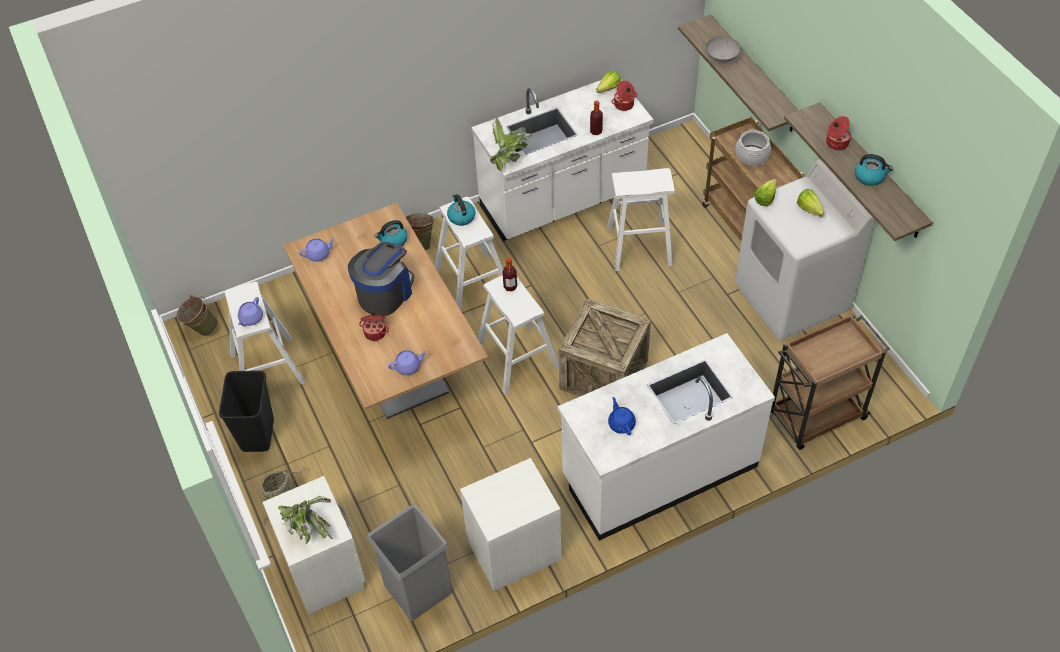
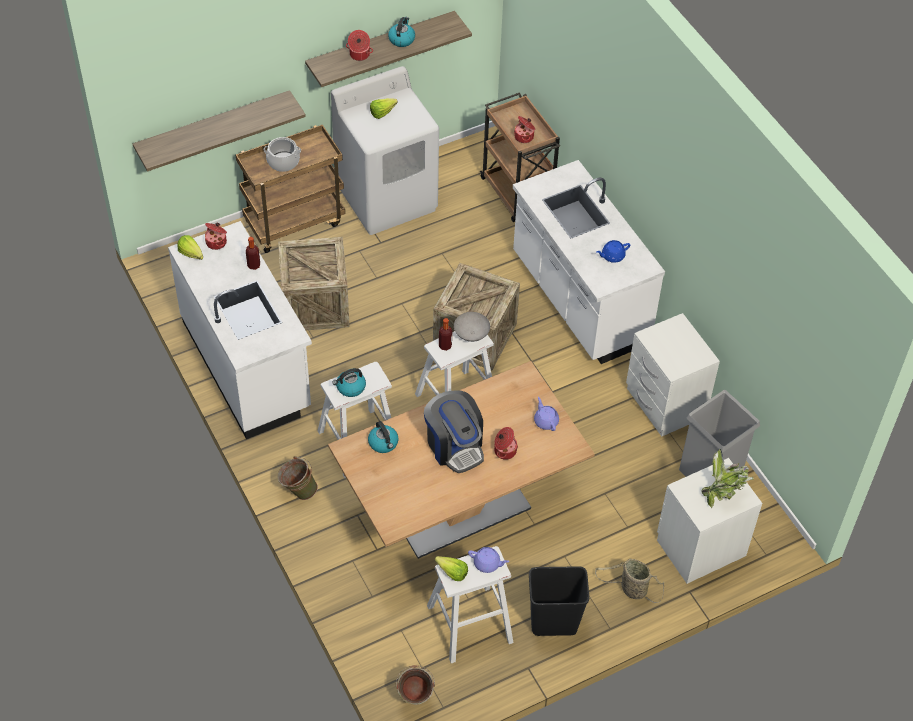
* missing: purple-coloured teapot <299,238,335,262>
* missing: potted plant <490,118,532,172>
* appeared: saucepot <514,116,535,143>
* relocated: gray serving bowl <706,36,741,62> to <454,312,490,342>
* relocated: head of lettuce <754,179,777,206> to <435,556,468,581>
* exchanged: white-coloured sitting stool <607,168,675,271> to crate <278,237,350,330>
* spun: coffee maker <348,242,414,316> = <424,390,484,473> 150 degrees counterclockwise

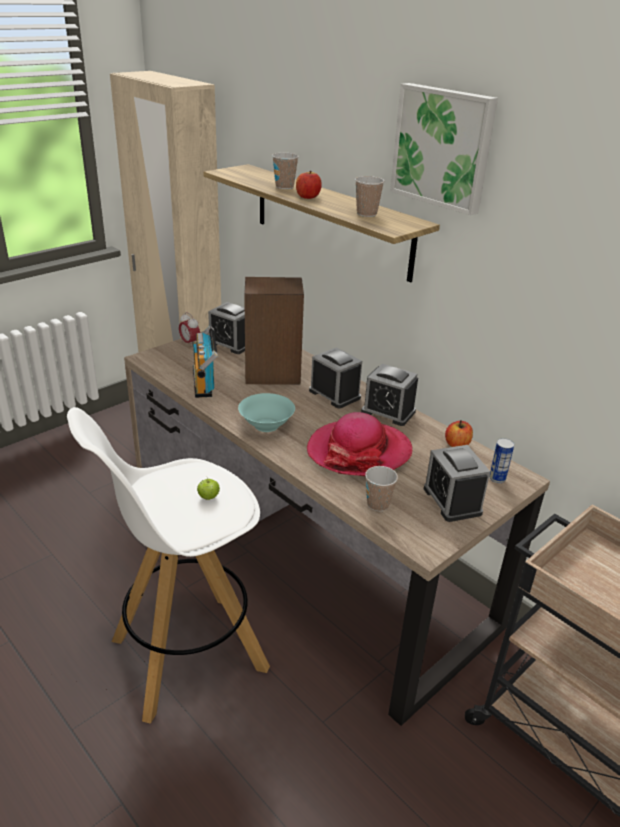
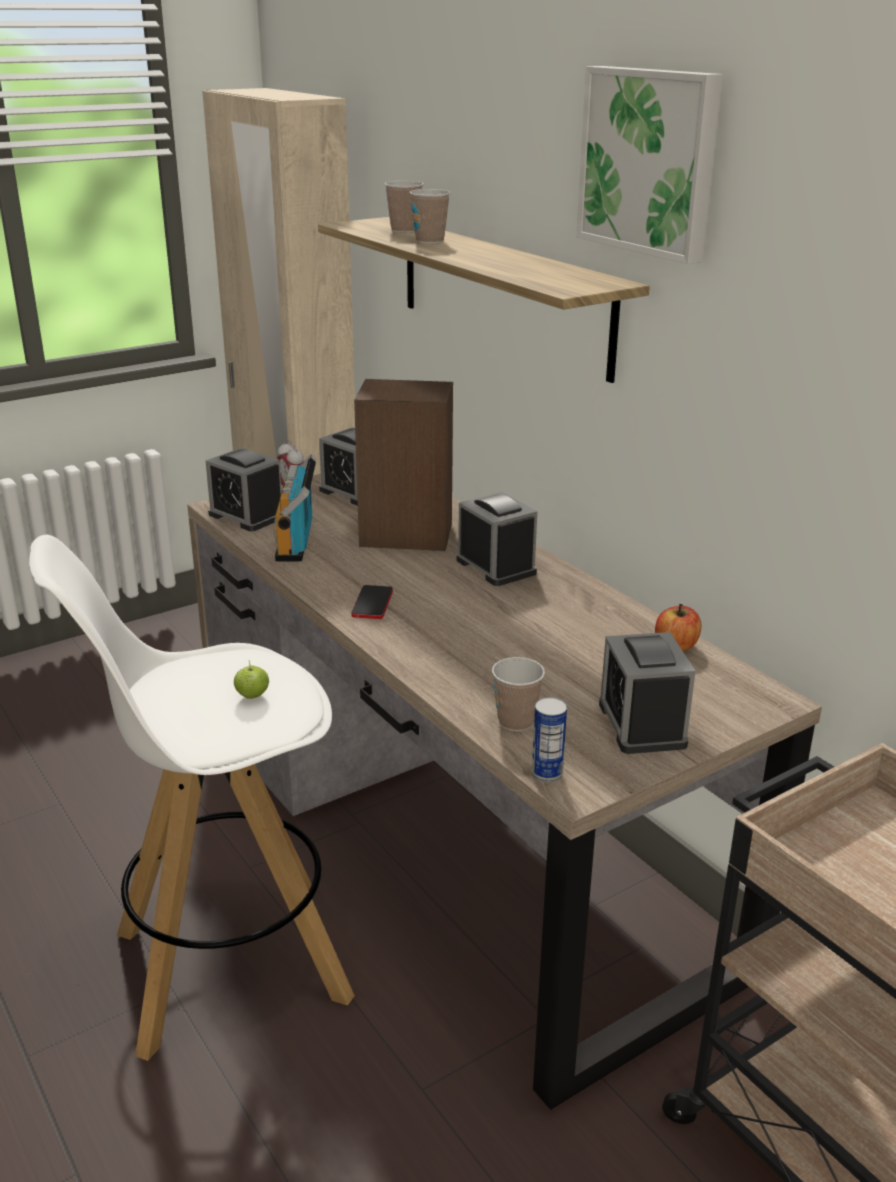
* missing: whole apple <296,171,322,199>
* missing: wearable hat <307,412,412,476>
* relocated: drinking cup <355,176,385,217> to <385,181,424,233>
* relocated: bedside clock <361,364,418,426> to <206,448,281,531>
* relocated: can <489,438,514,483> to <532,697,567,782>
* exchanged: turquoise serving bowl <238,393,295,432> to phone <351,585,393,619>

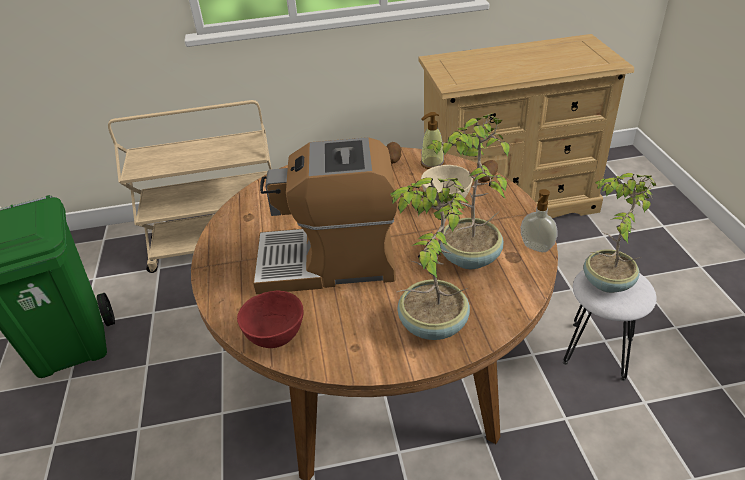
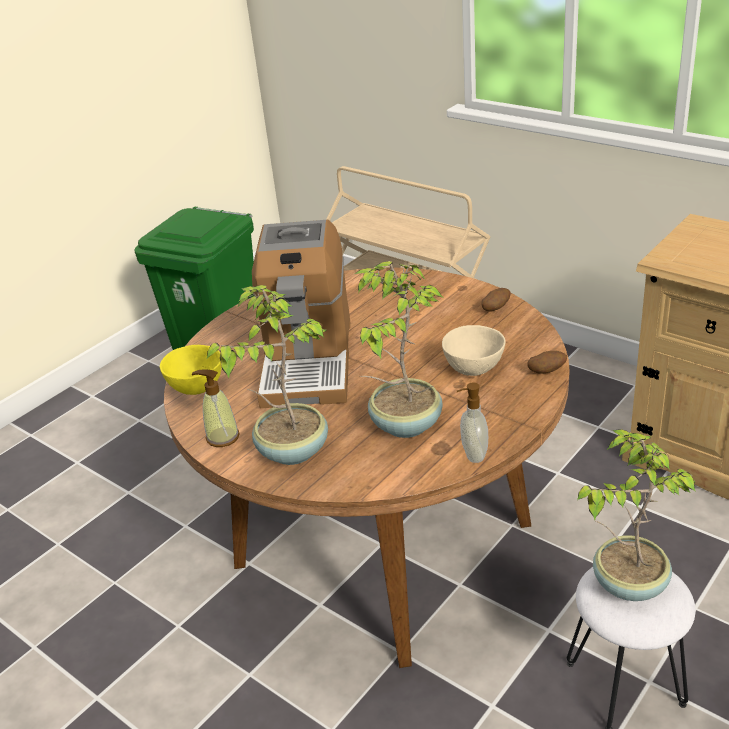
* relocated: soap dispenser <421,112,444,169> to <191,370,240,447>
* colour: red serving bowl <237,291,304,348> to yellow-coloured serving bowl <160,345,222,395>
* spun: coffee maker <253,137,398,294> = <252,220,350,408> 135 degrees counterclockwise

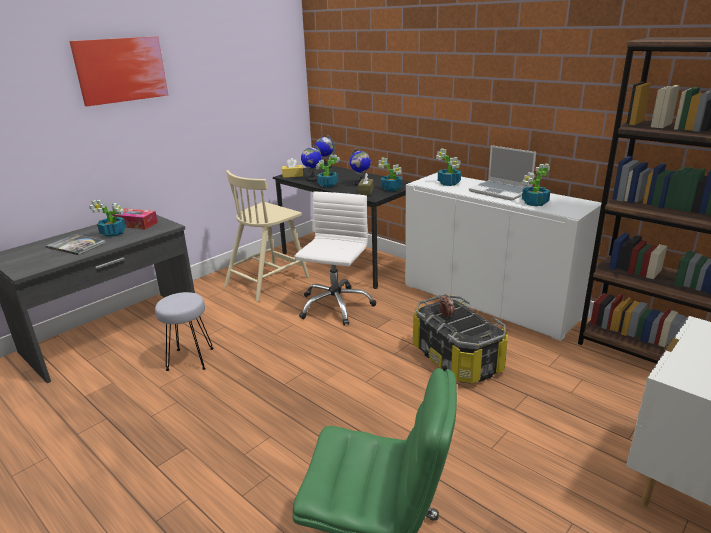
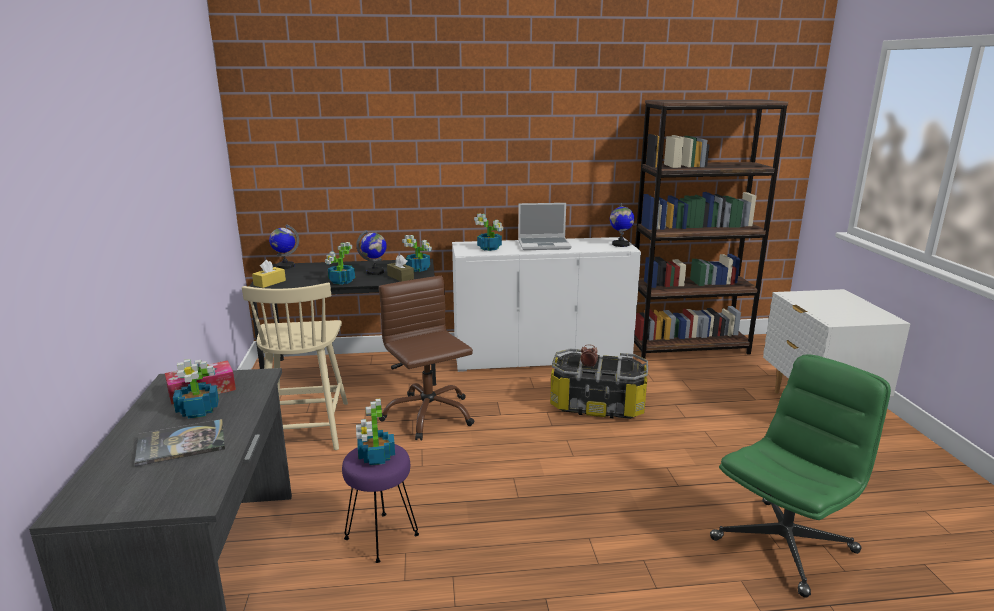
* missing: wall art <69,36,168,106>
* relocated: globe <301,144,321,182> to <610,203,634,247>
* relocated: potted plant <522,163,550,207> to <356,398,395,465>
* colour: gray sitting stool <155,292,214,371> to purple-coloured sitting stool <342,444,419,563>
* colour: white-coloured office chair <294,192,376,325> to brown-coloured office chair <379,276,474,440>

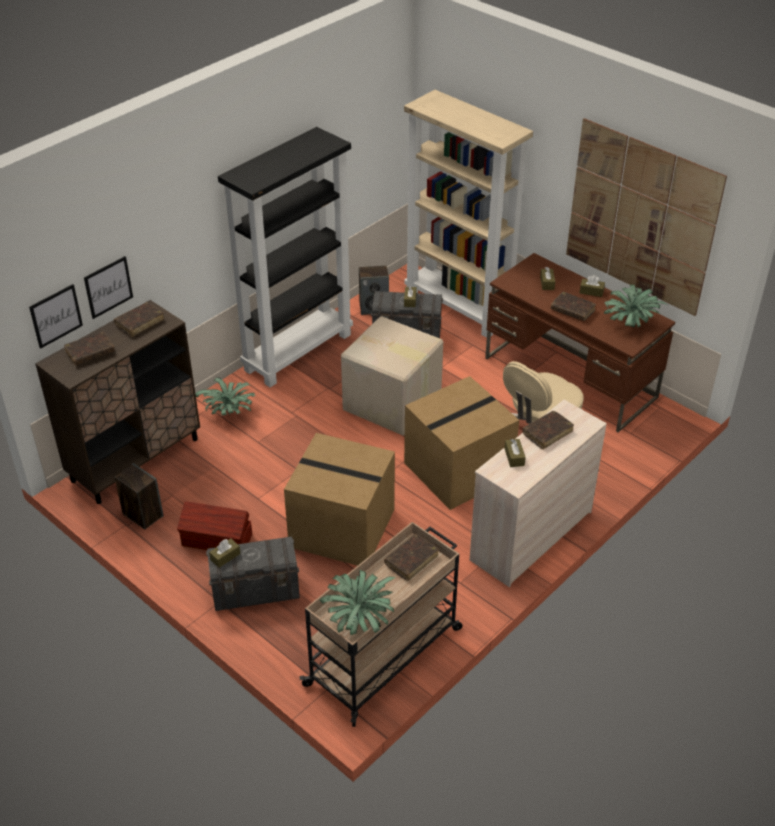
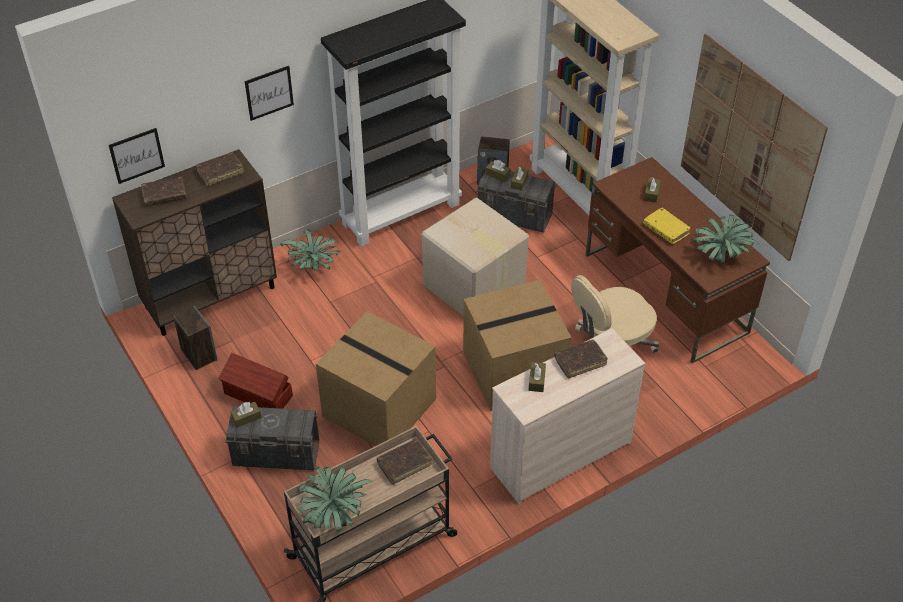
* relocated: wall art <84,256,133,319> to <245,66,294,121>
* relocated: brown-coloured tissue holder <579,275,605,297> to <486,160,511,182>
* colour: brown-coloured bound book <551,292,596,321> to yellow-coloured bound book <643,208,691,244>

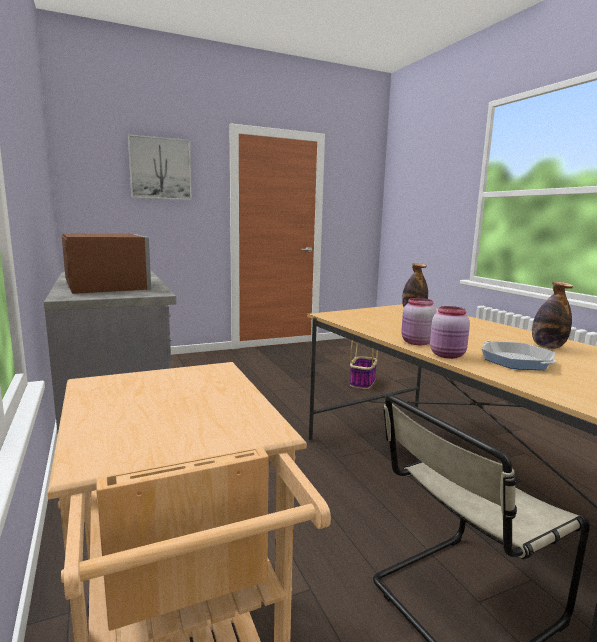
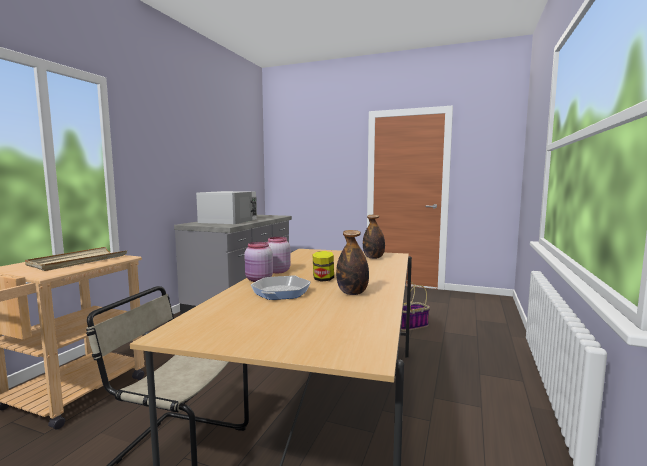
* missing: wall art <128,134,192,200>
* appeared: beige carrying tray <25,247,127,271>
* appeared: jar <312,251,334,282>
* colour: brown-coloured kitchen microwave <62,233,151,294> to white-coloured kitchen microwave <196,191,257,224>

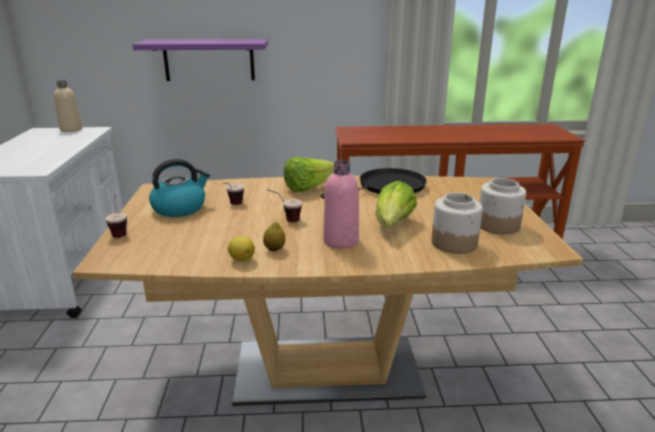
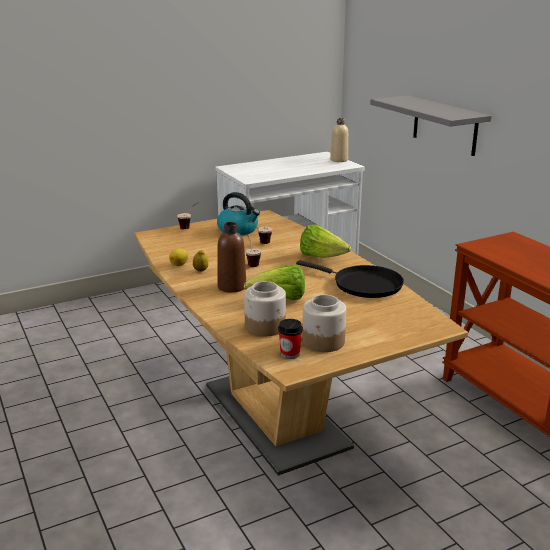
* appeared: drinking cup <278,319,303,359>
* colour: purple-coloured bracket shelf <132,39,268,81> to gray bracket shelf <370,96,492,156>
* colour: pink-coloured drink bottle <323,160,359,249> to brown-coloured drink bottle <217,222,246,293>

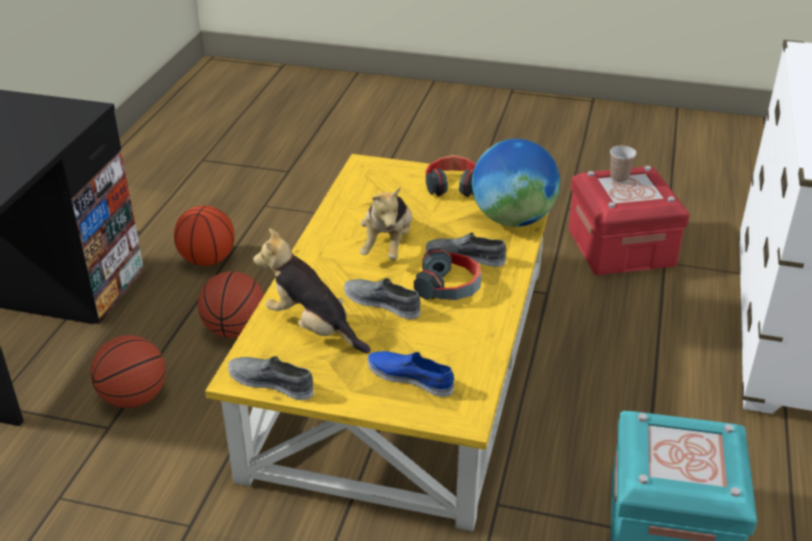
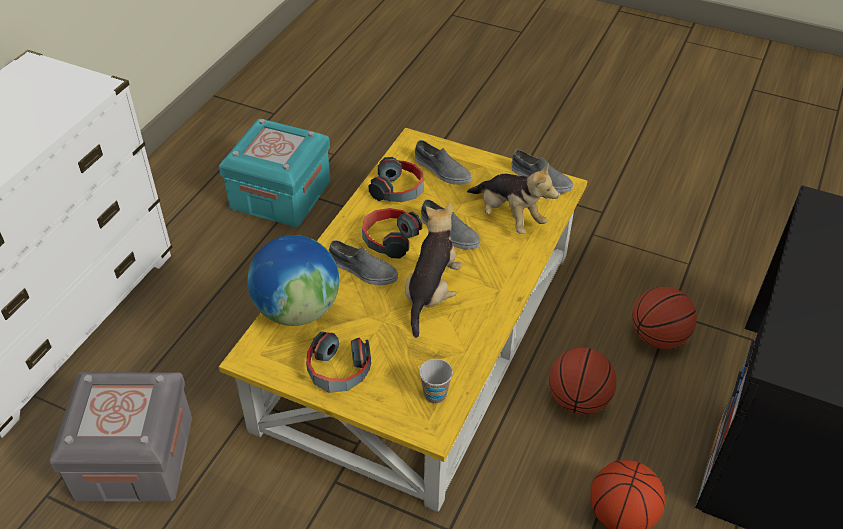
* appeared: headphones <368,157,424,202>
* relocated: drinking cup <610,146,637,182> to <419,359,453,404>
* colour: blue shoe <368,351,454,397> to gray shoe <415,140,471,185>
* colour: red storage box <568,166,690,275> to gray storage box <49,372,192,501>

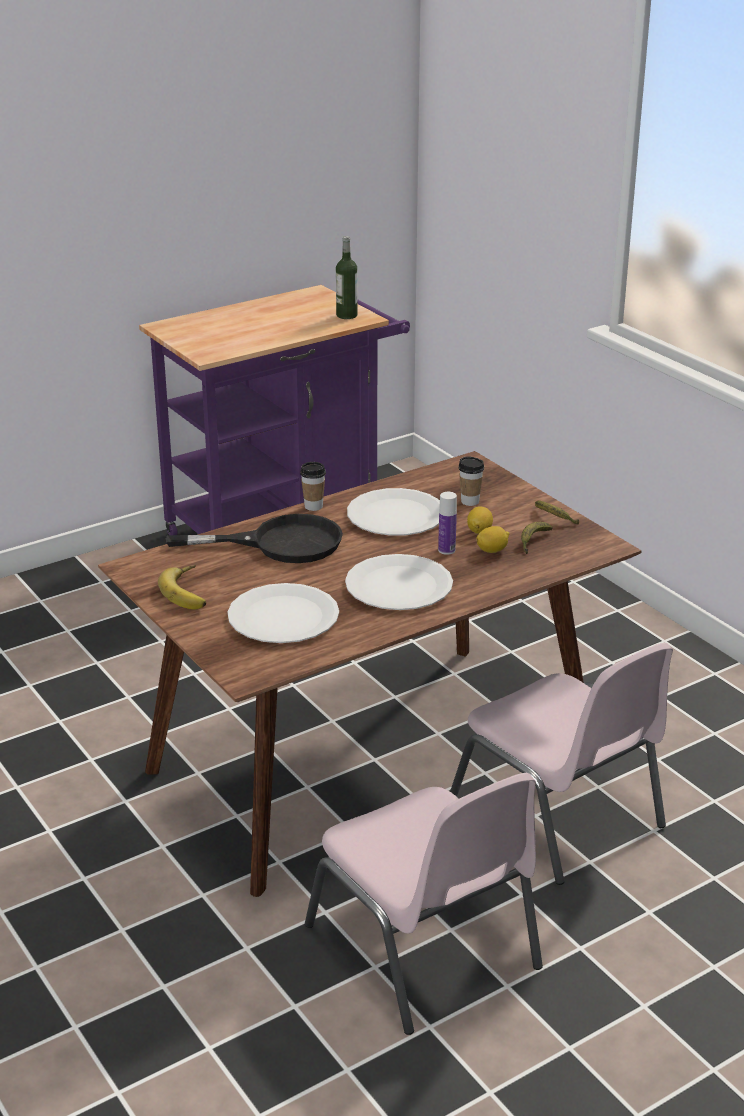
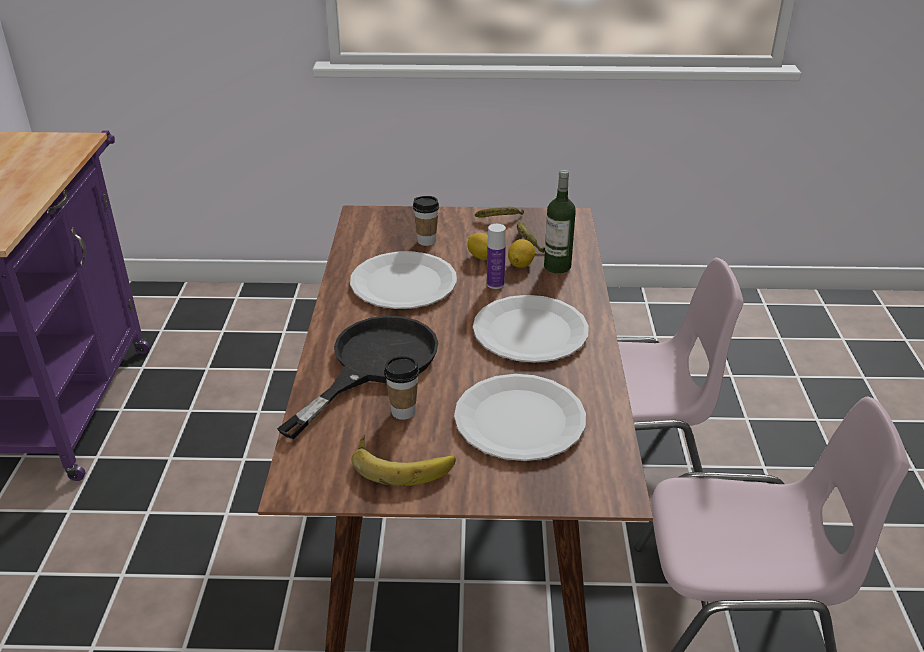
* relocated: drinking cup <300,462,326,511> to <384,356,419,420>
* relocated: drink bottle <336,236,358,319> to <544,170,576,274>

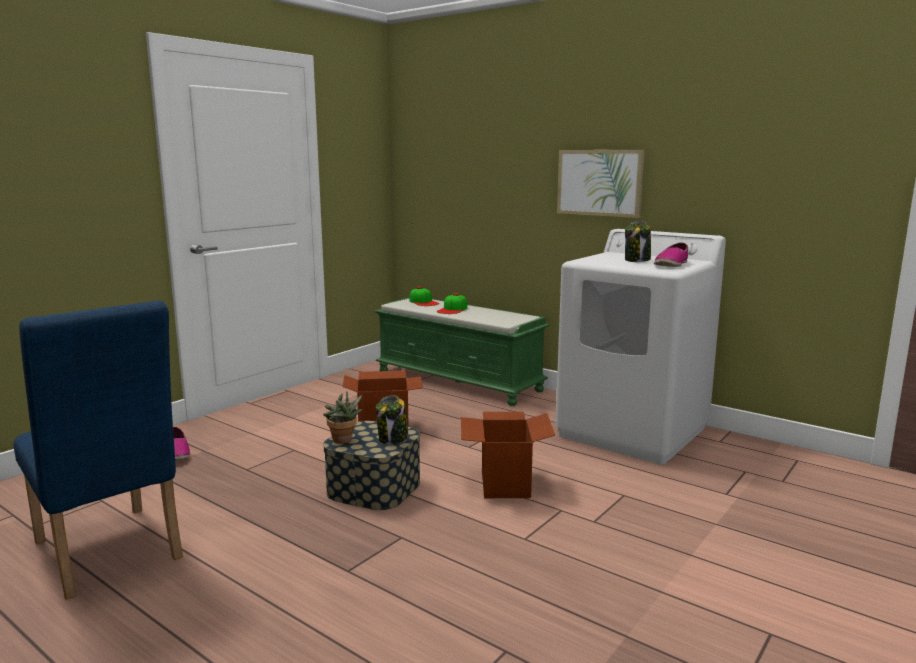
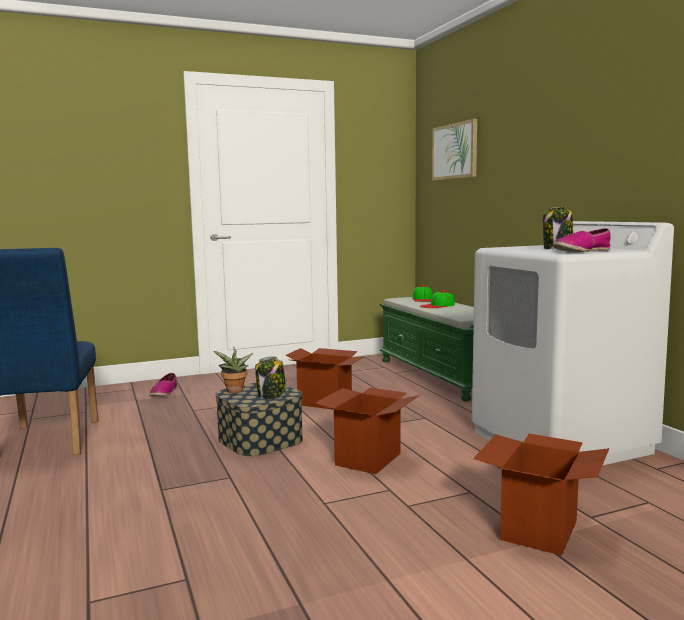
* appeared: packing box <473,434,609,556>
* relocated: wall art <557,150,645,218> to <432,119,477,180>

